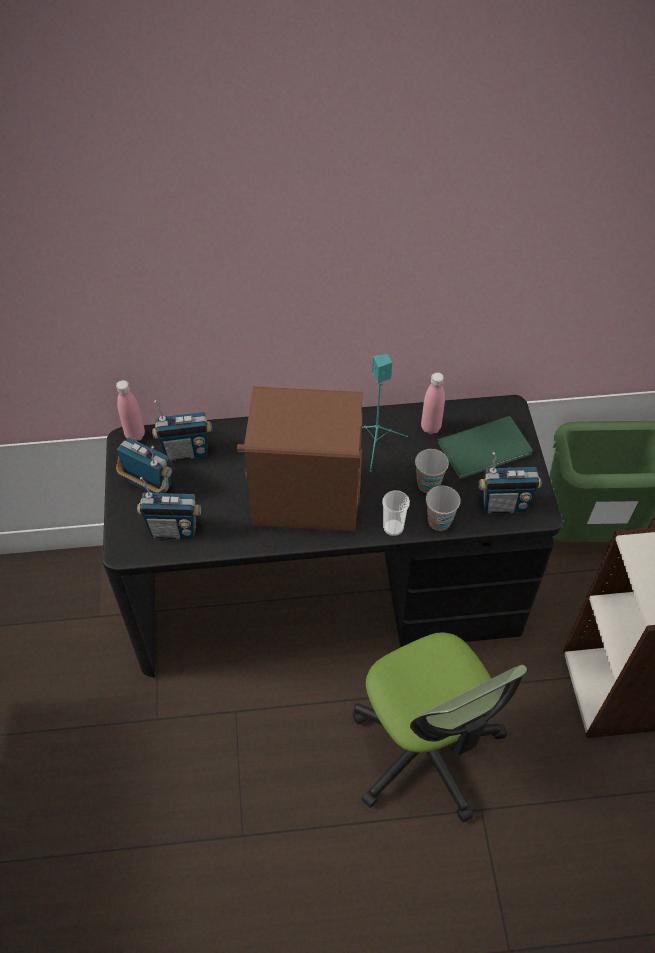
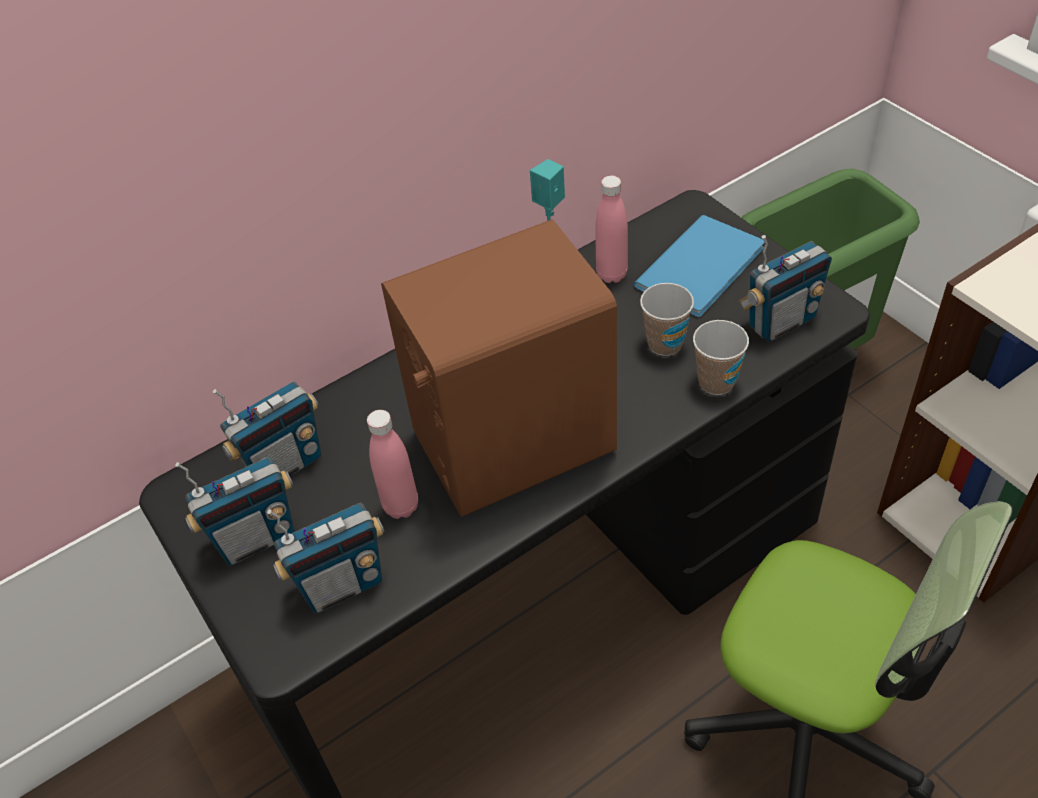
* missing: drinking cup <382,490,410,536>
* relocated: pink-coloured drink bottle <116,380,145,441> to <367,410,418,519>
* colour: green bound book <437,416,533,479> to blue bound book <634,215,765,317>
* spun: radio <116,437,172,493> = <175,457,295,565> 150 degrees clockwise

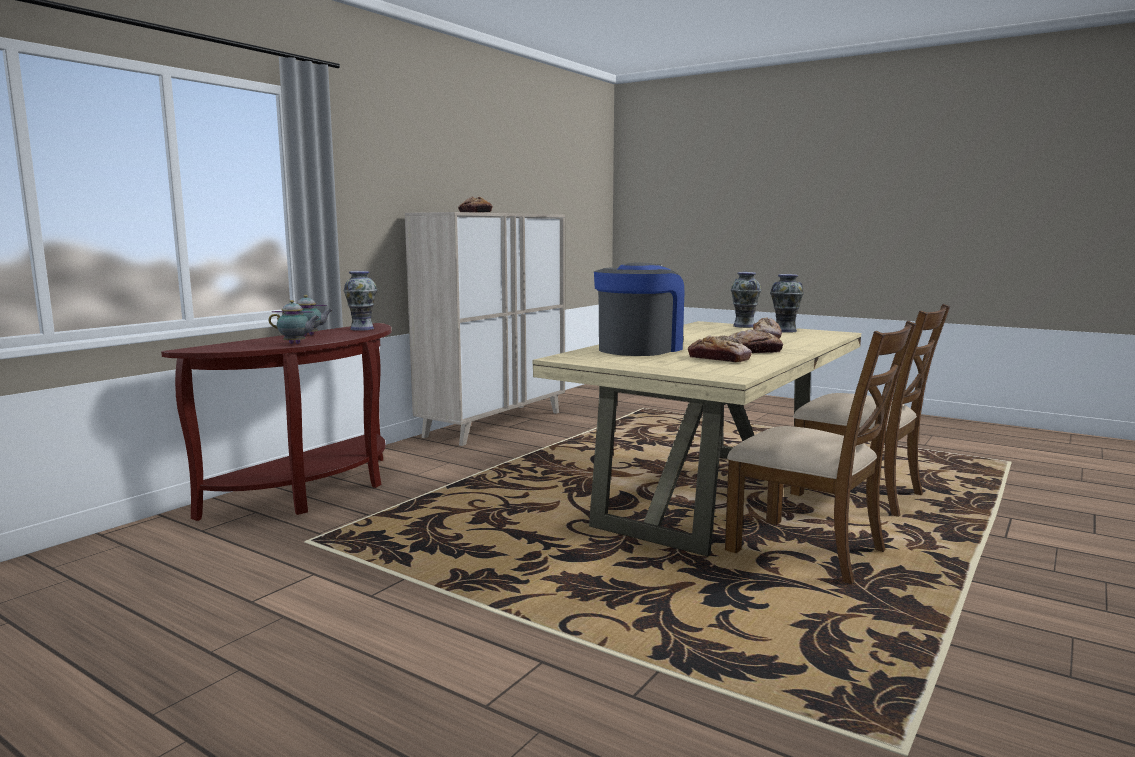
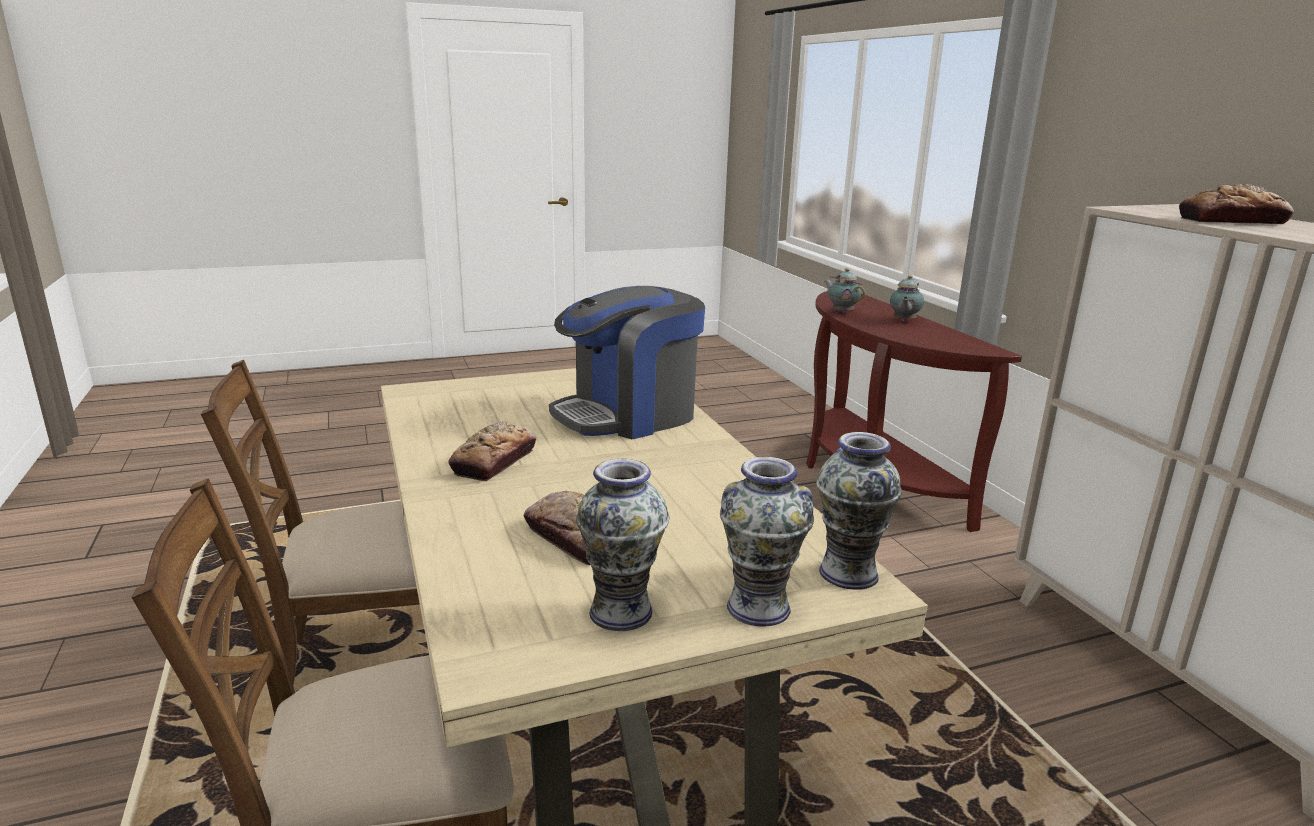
* missing: bread <688,335,752,362>
* relocated: decorative vase <344,271,378,331> to <816,432,902,590>
* spun: teapot <269,300,320,344> = <824,268,865,314> 105 degrees clockwise
* spun: coffee maker <594,262,685,356> = <549,286,705,439> 75 degrees clockwise

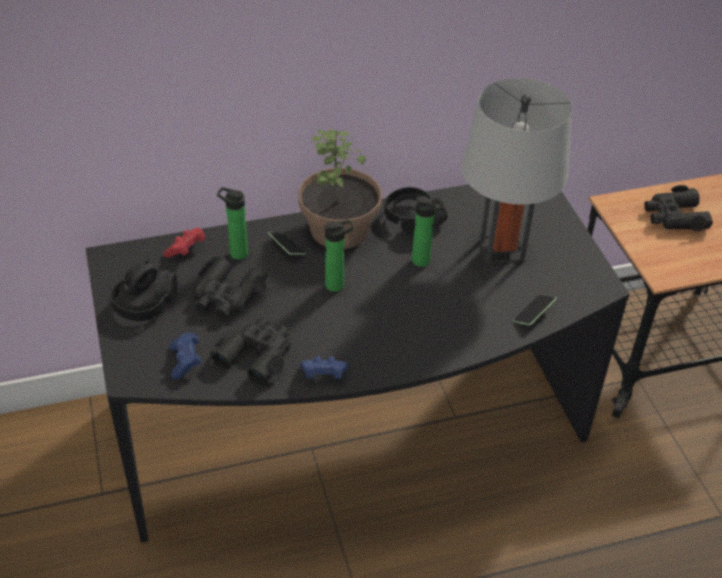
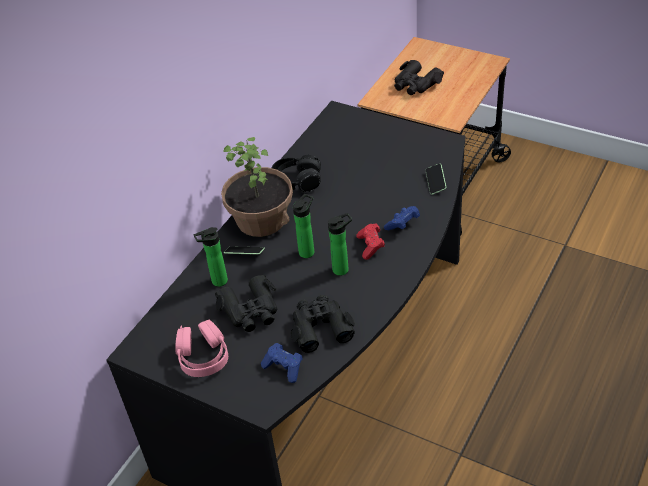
* missing: gray tabletop lamp <461,78,572,264>
* relocated: red game controller <163,228,206,258> to <357,223,385,260>
* relocated: blue game controller <300,356,349,379> to <384,206,420,230>
* relocated: drink bottle <412,196,444,267> to <328,213,352,276>
* colour: black headphones <111,260,178,321> to pink-coloured headphones <175,320,228,377>

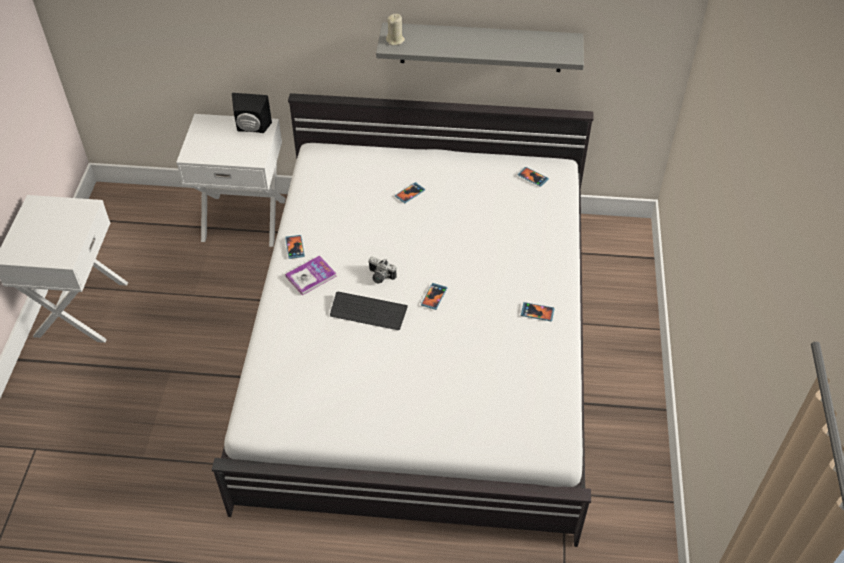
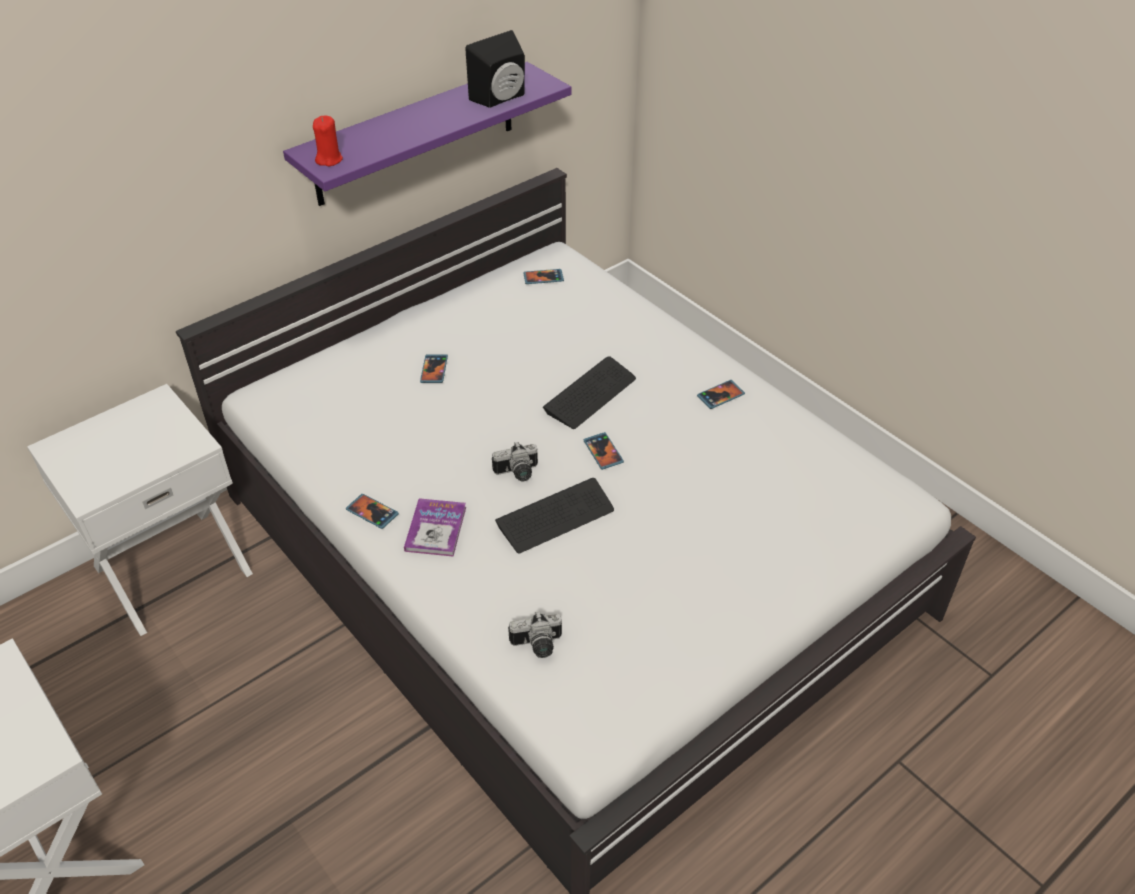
* appeared: photo camera <508,611,562,658>
* appeared: computer keyboard <543,356,636,429>
* relocated: black speaker <232,93,272,133> to <465,30,525,108>
* colour: gray bracket shelf <376,22,584,72> to purple-coloured bracket shelf <283,62,572,206>
* colour: beige wax light <386,14,405,45> to red wax light <313,116,343,166>

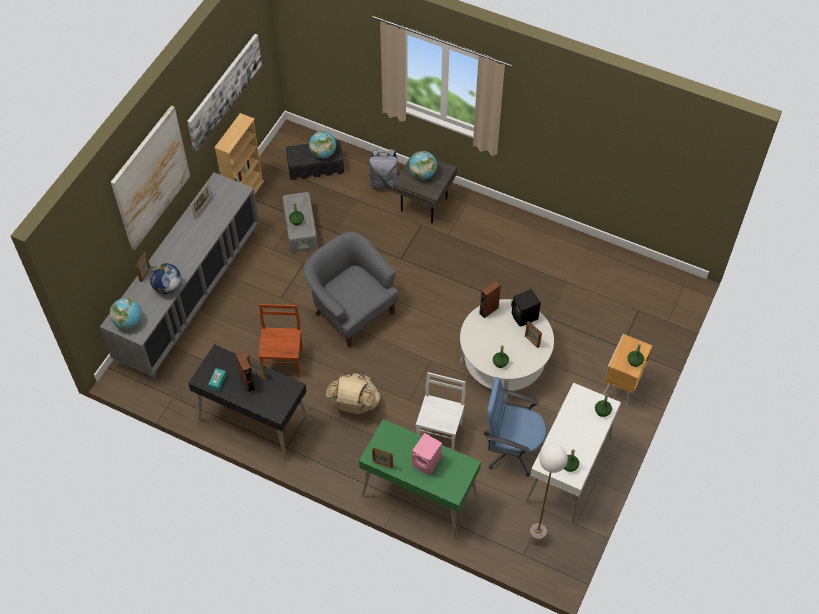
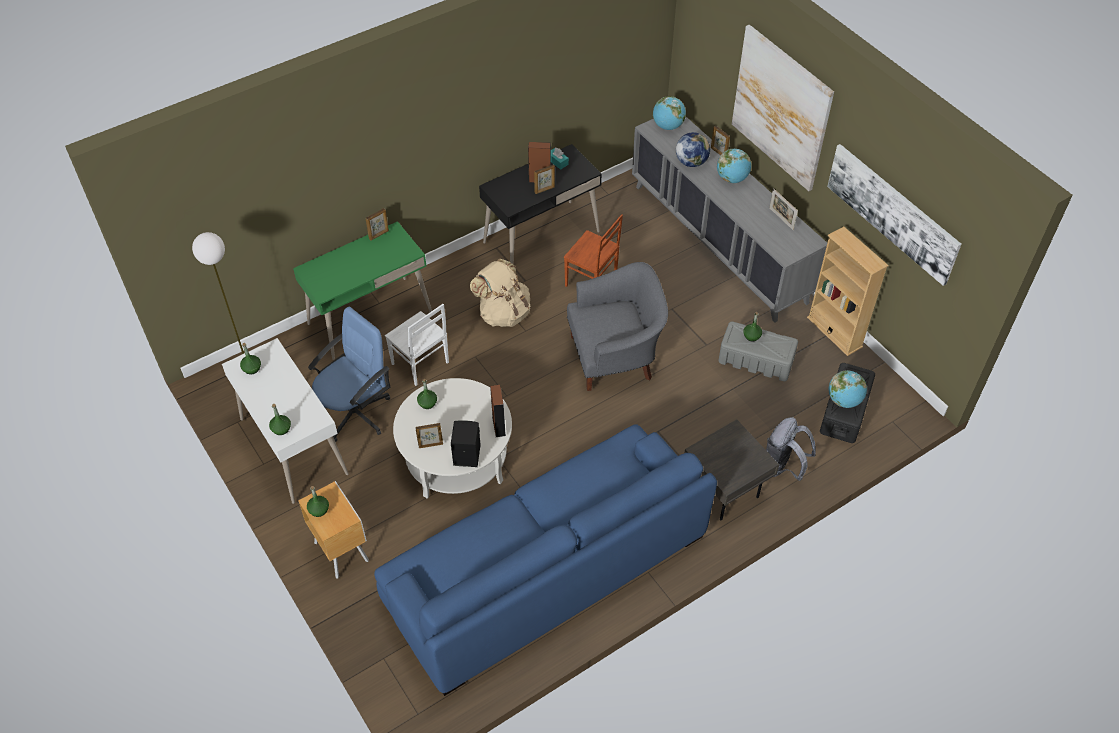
* missing: pink-coloured speaker <411,433,442,475>
* appeared: blue couch <374,424,717,696>
* relocated: globe <409,151,437,180> to <717,149,751,183>

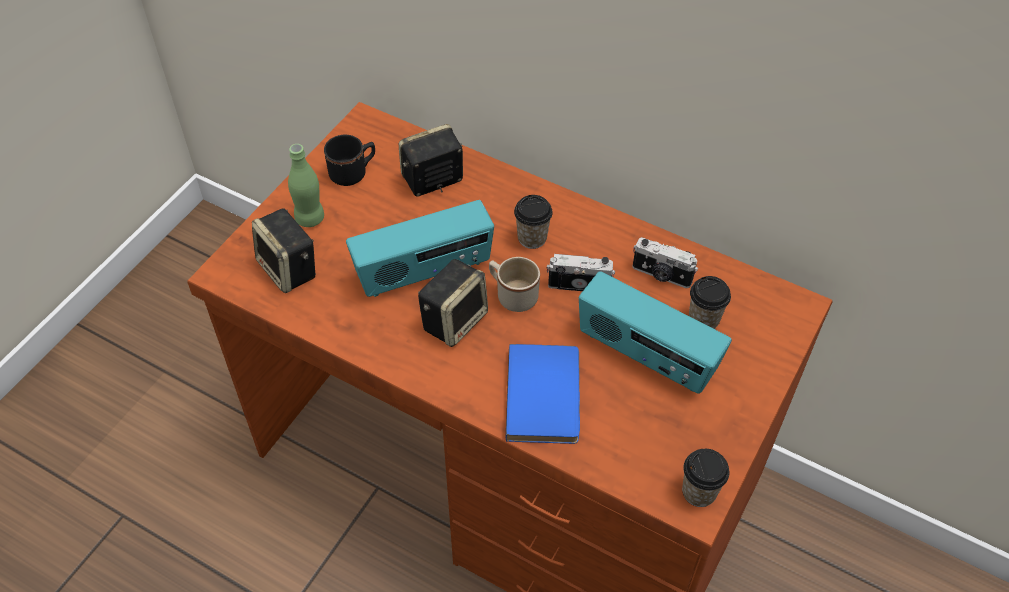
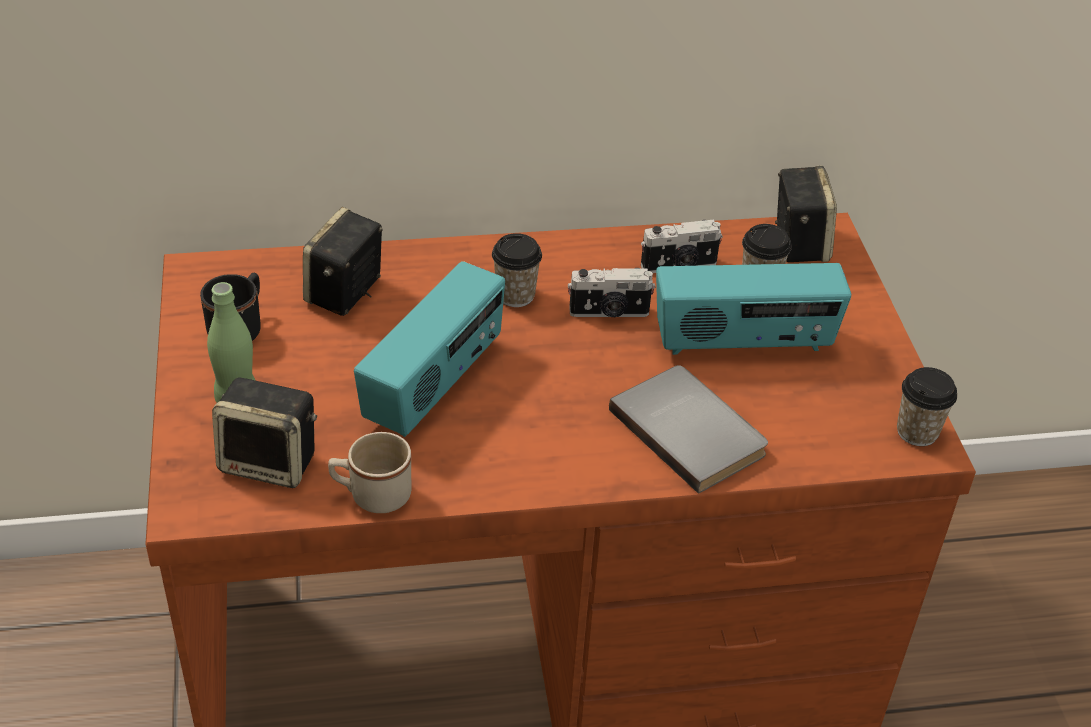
* relocated: speaker <418,259,488,347> to <775,166,837,262>
* relocated: beige tea mug <489,257,540,312> to <328,432,412,513>
* colour: blue bound book <506,344,580,444> to gray bound book <609,365,768,494>
* spun: photo camera <547,254,615,291> = <568,268,655,317> 150 degrees counterclockwise

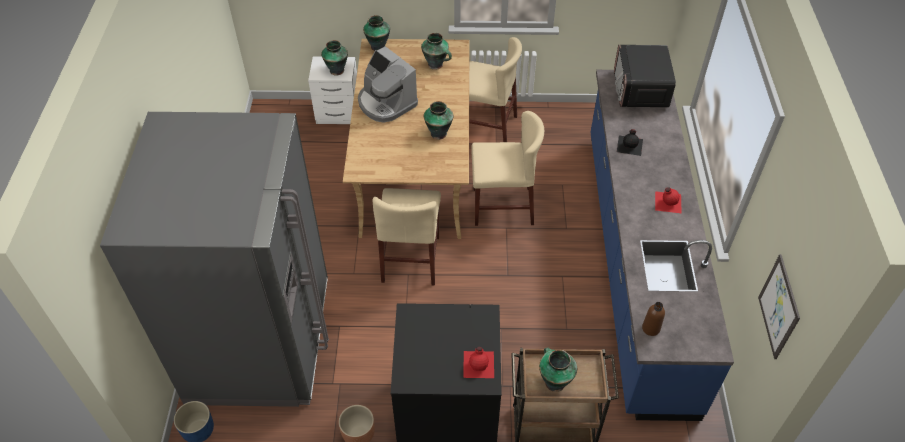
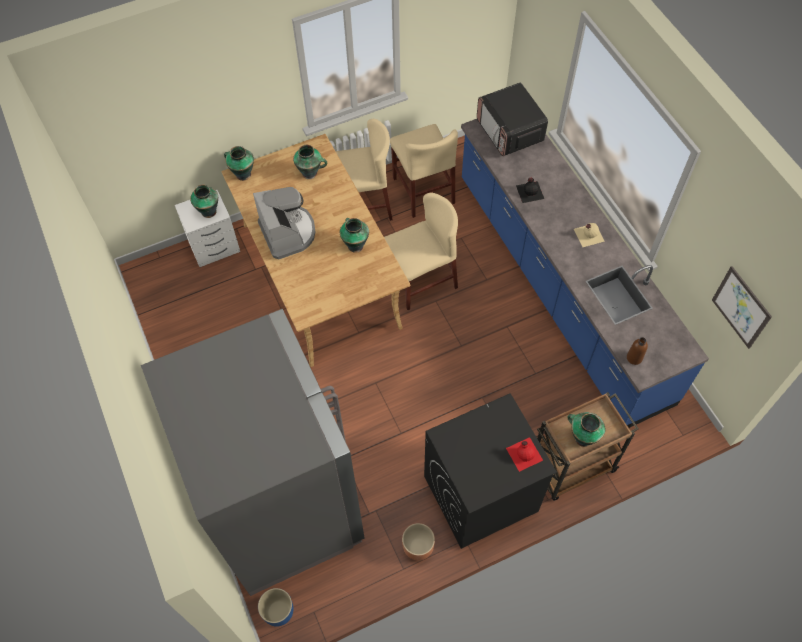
* relocated: beige upright chair <372,188,441,286> to <390,124,458,218>
* colour: red drink bottle <655,187,682,213> to beige drink bottle <574,223,605,247>
* spun: coffee maker <358,46,418,123> = <253,187,315,259> 135 degrees counterclockwise

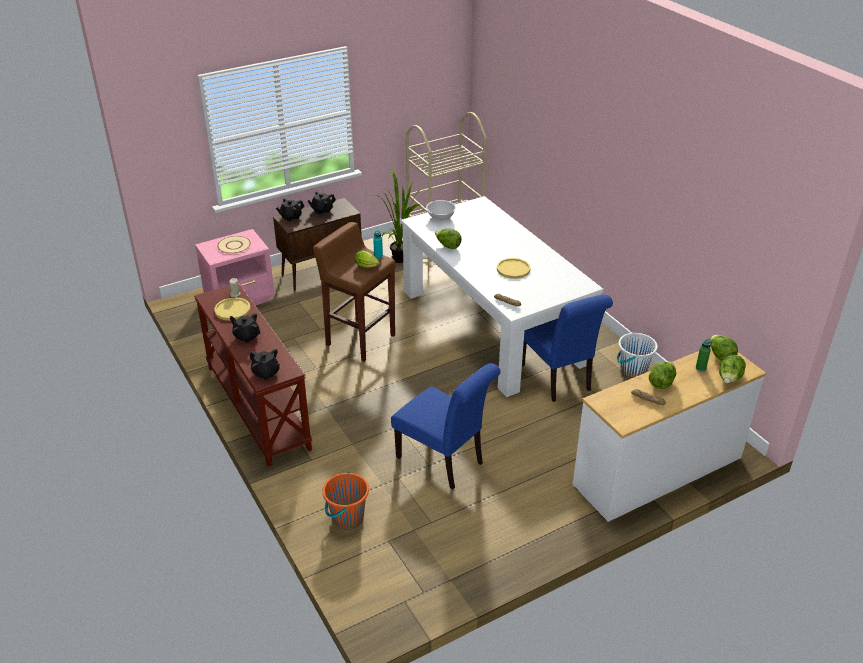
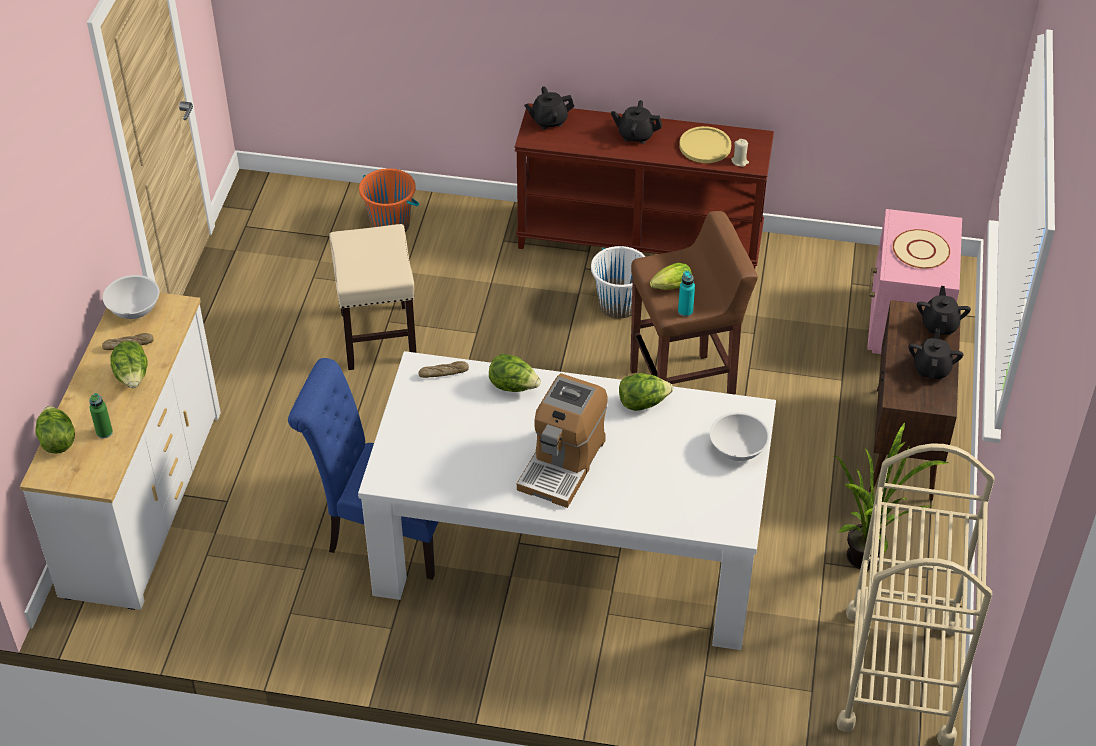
* missing: yellow-coloured dinner plate <497,258,530,279>
* appeared: white-coloured serving bowl <103,275,159,319>
* appeared: coffee maker <517,373,608,508>
* relocated: white-coloured water bucket <617,333,658,379> to <591,246,646,318>
* relocated: head of lettuce <711,335,738,361> to <489,353,541,392>
* exchanged: blue upright chair <391,363,501,490> to beige sitting stool <329,224,416,370>
* spun: black teapot <230,313,260,343> = <611,100,662,143> 150 degrees counterclockwise

